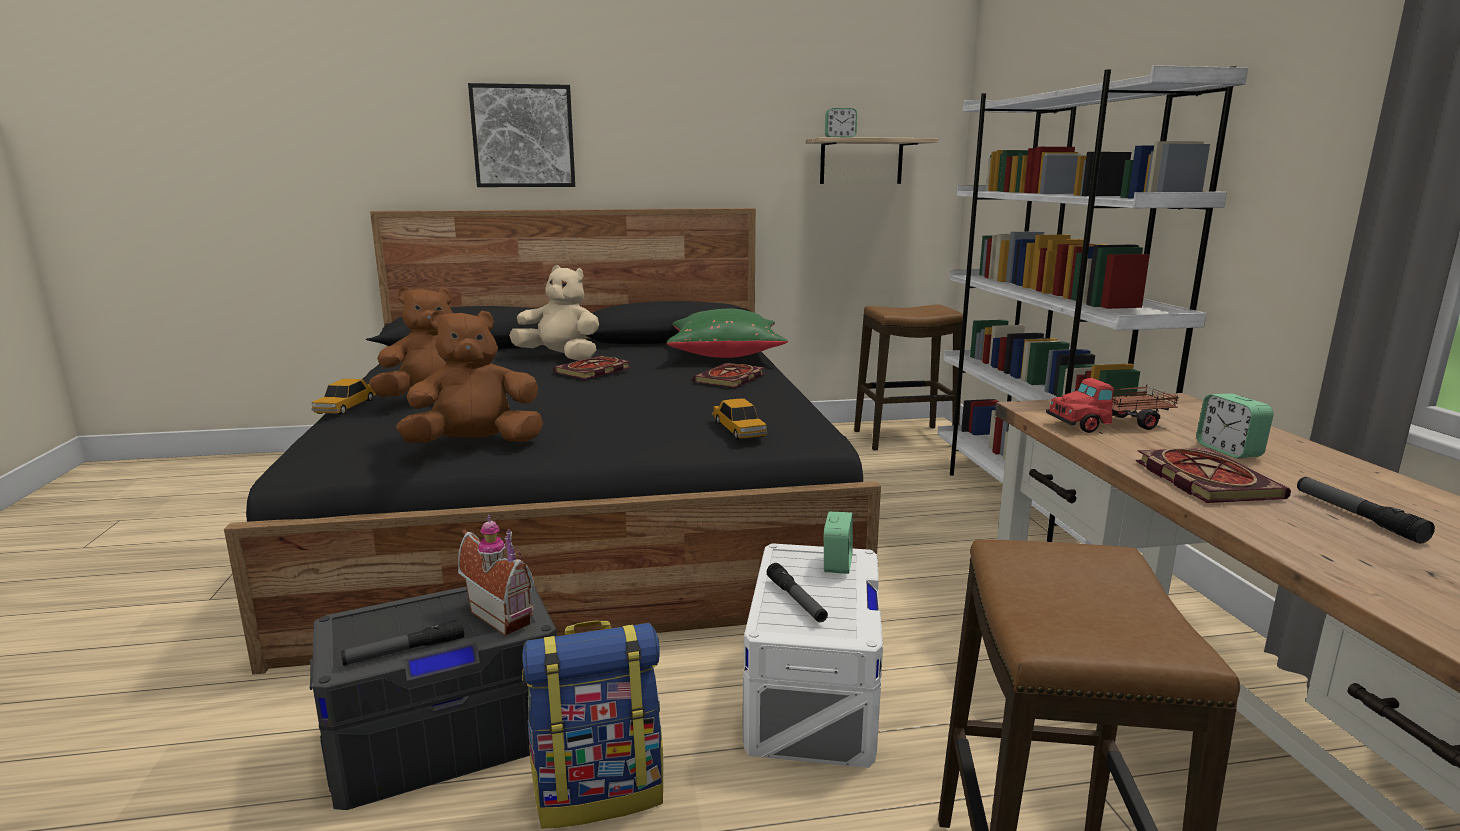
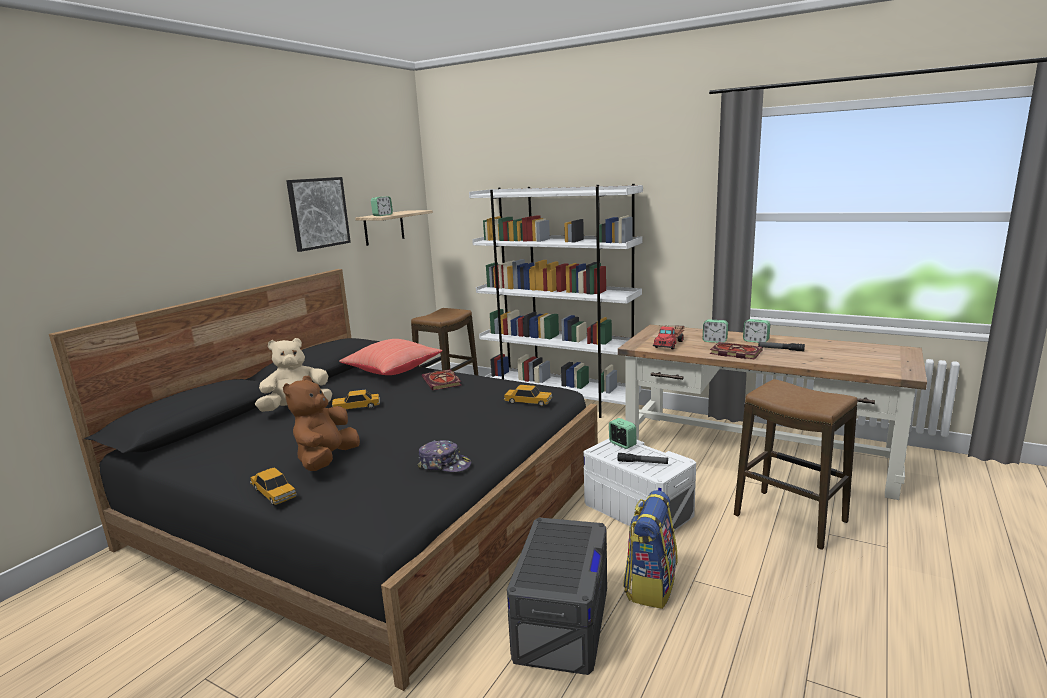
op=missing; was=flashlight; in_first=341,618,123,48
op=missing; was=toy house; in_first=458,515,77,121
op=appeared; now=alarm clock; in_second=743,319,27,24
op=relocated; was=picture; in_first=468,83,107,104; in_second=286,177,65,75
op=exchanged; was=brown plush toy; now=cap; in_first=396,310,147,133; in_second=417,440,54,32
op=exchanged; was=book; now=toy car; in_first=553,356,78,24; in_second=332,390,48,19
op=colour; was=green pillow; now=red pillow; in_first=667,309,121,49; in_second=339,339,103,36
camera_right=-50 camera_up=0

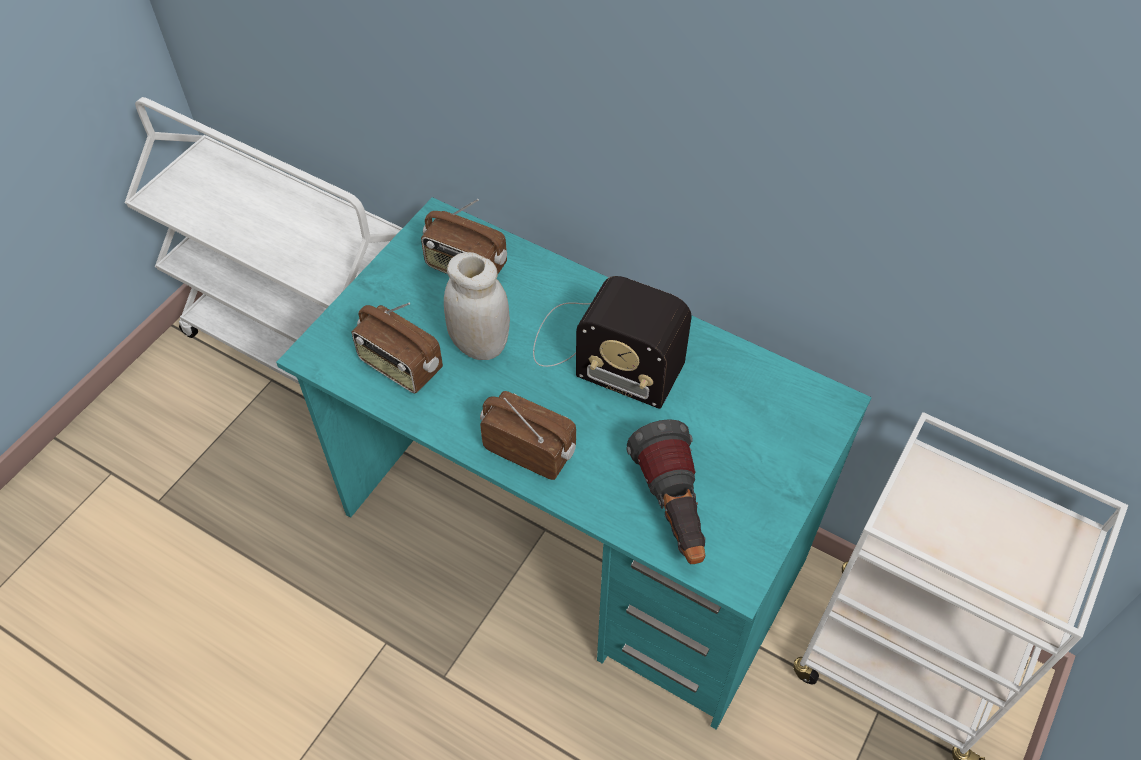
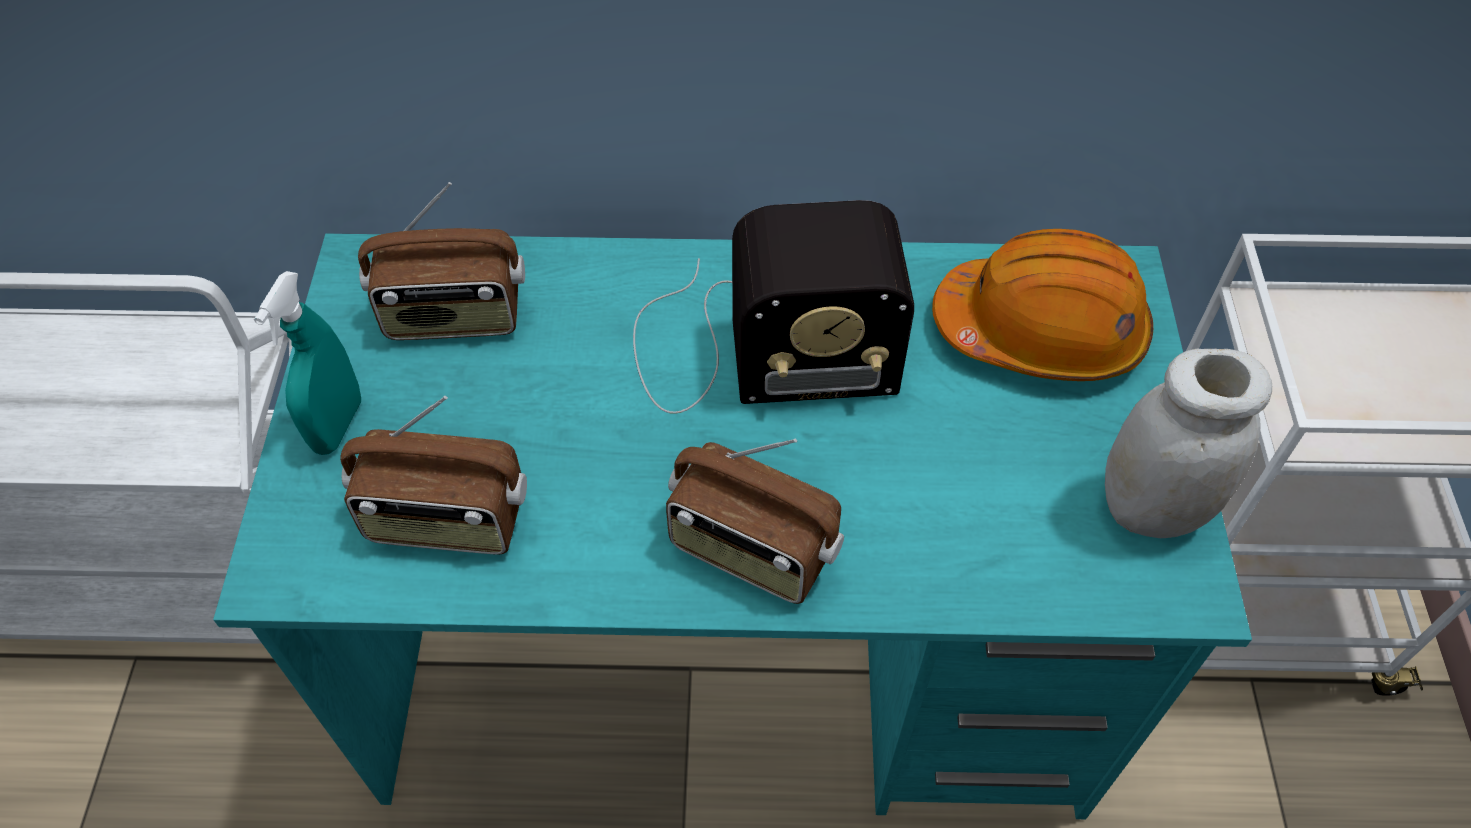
op=missing; was=flashlight; in_first=626,419,80,145
op=appeared; now=turquoise spray bottle; in_second=254,271,107,184
op=appeared; now=orange hard hat; in_second=932,229,221,152
op=relocated; was=white jar; in_first=444,252,66,108; in_second=1105,349,167,189
op=spun; was=radio; in_first=480,391,96,89; in_second=666,438,178,166; clockwise=-150
camera_right=-30 camera_up=0

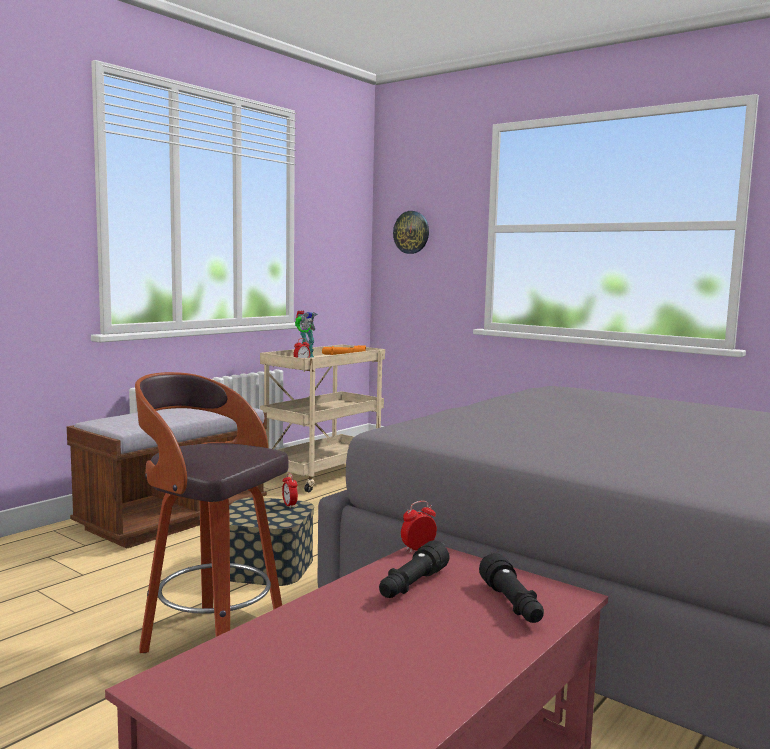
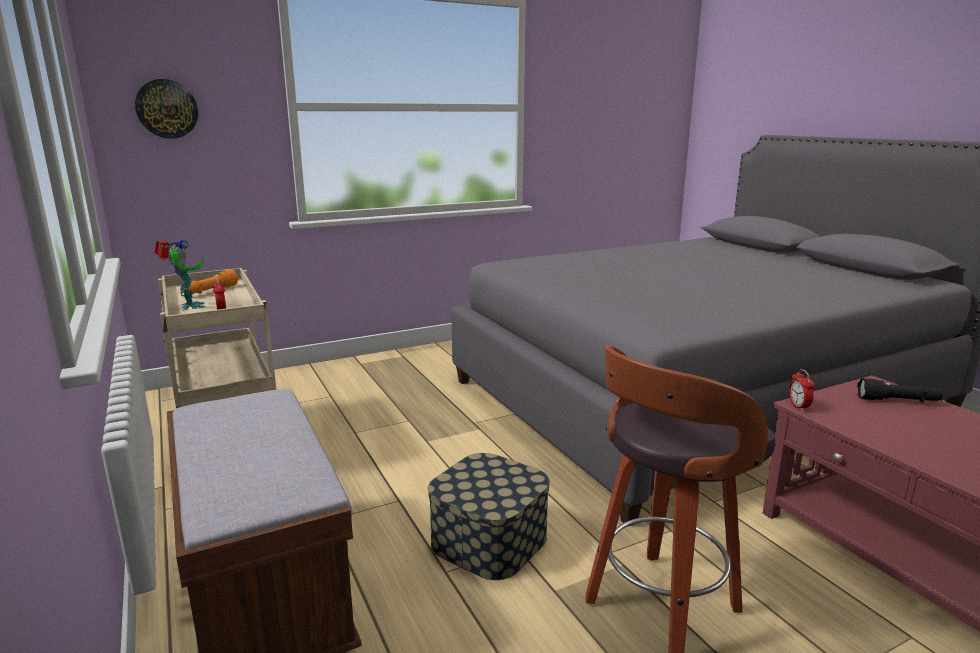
op=missing; was=alarm clock; in_first=282,473,16,35
op=missing; was=black flashlight; in_first=379,540,71,58
camera_right=-65 camera_up=10

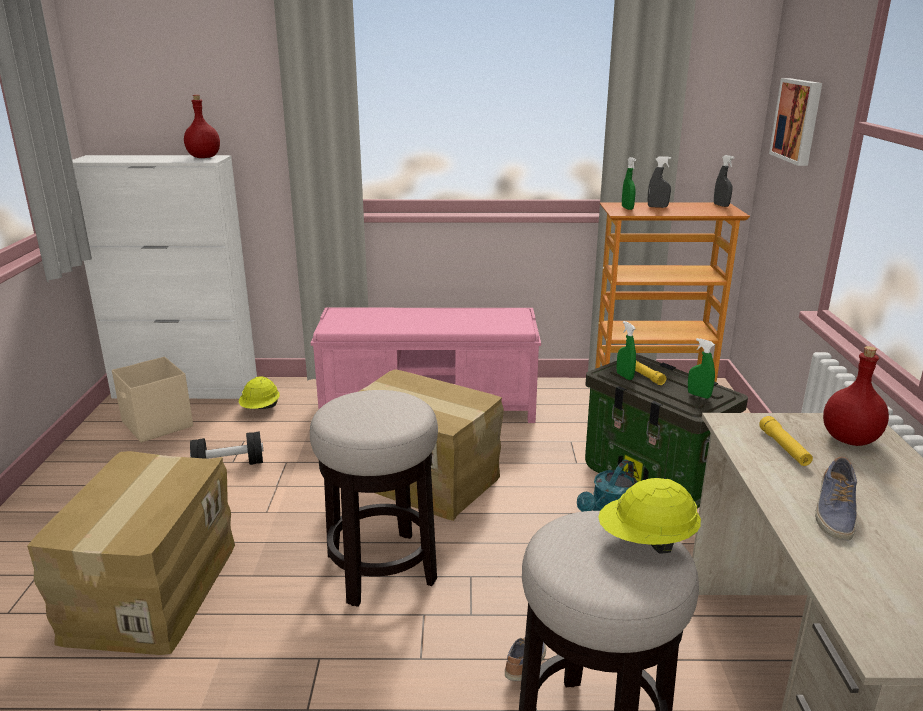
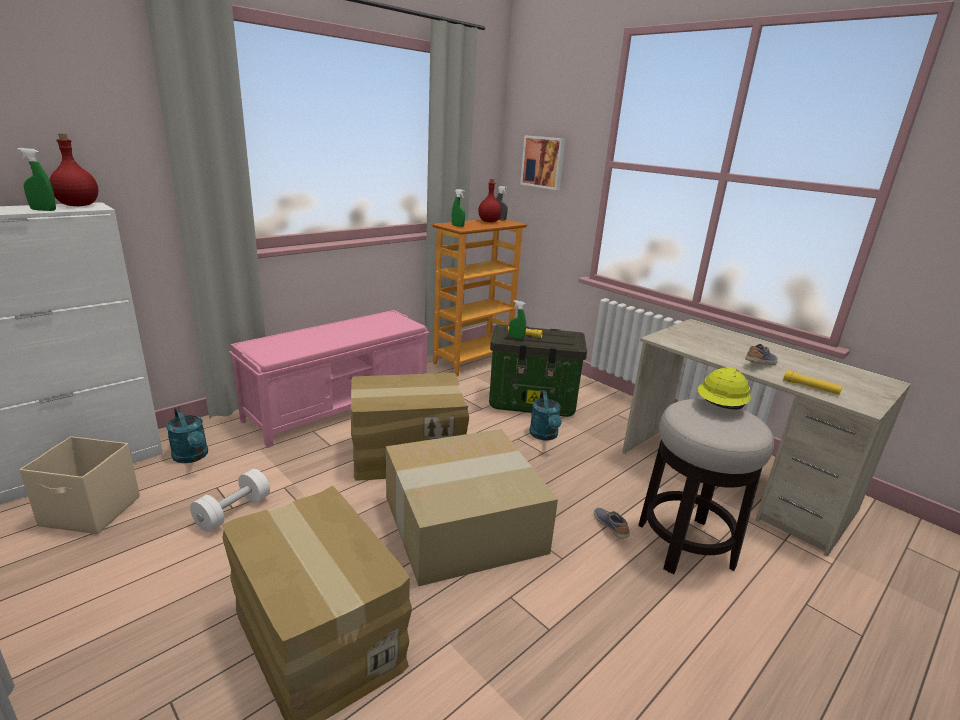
op=missing; was=grey spray bottle; in_first=648,156,23,52
op=relocated; was=green spray bottle; in_first=688,338,27,61; in_second=17,148,39,63
op=relocated; was=yellow flashlight; in_first=759,416,54,50; in_second=783,370,59,25
op=relocated; was=red bottle; in_first=823,346,66,100; in_second=478,179,24,43
op=exchanged; was=yellow hard hat; now=turquoise watering can; in_first=239,377,41,32; in_second=166,407,42,56
op=exchanged; was=stool; now=cardboard box; in_first=310,390,128,217; in_second=386,429,172,157
op=colour; was=black dumbbell; now=white dumbbell; in_first=190,431,73,34; in_second=190,469,80,63
op=spun; was=shoe; in_first=815,457,42,84; in_second=745,344,33,21; clockwise=-105
camera_right=-45 camera_up=0

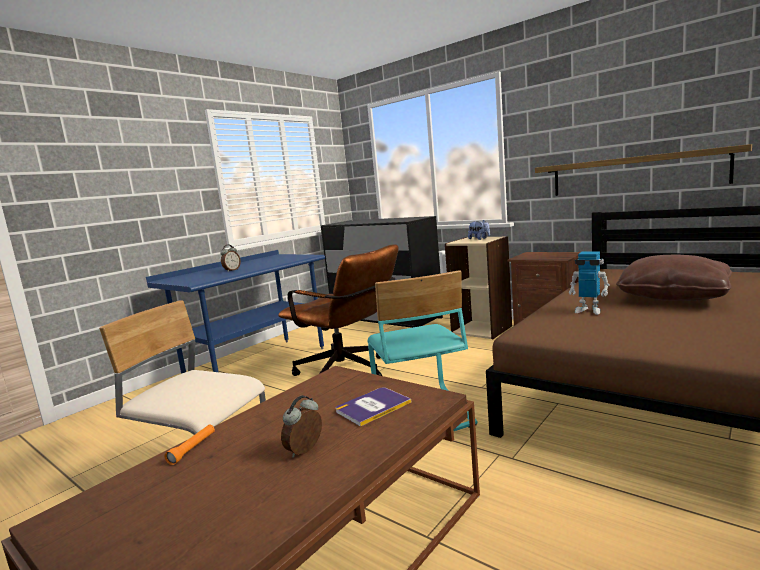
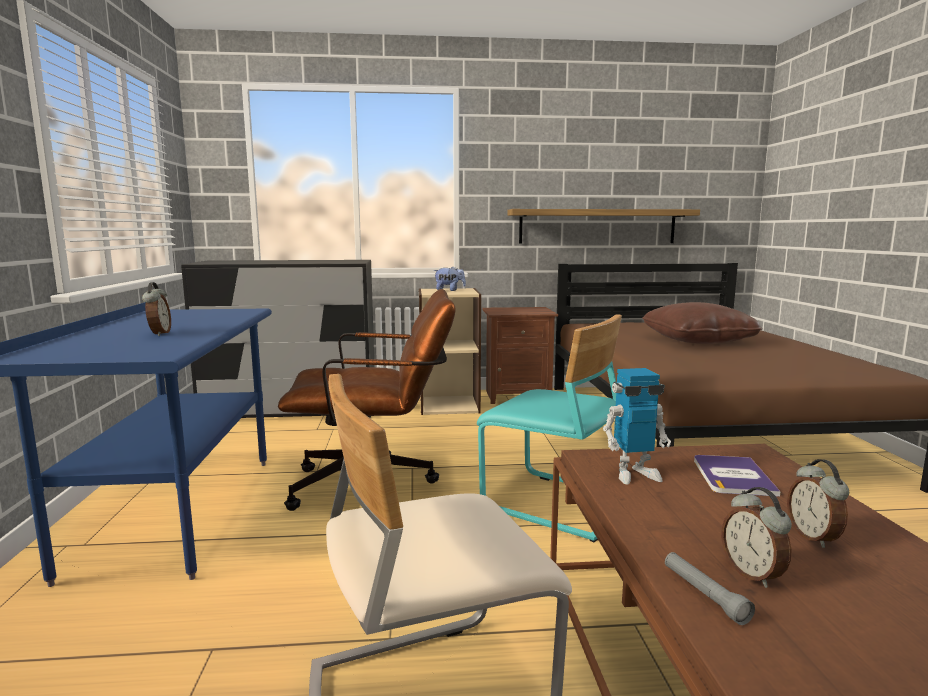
op=appeared; now=alarm clock; in_second=721,487,71,101
op=relocated; was=toy robot; in_first=569,251,41,64; in_second=603,368,68,117
op=colour; was=orange flashlight; now=grey flashlight; in_first=165,424,50,41; in_second=665,552,90,73
camera_right=-45 camera_up=0

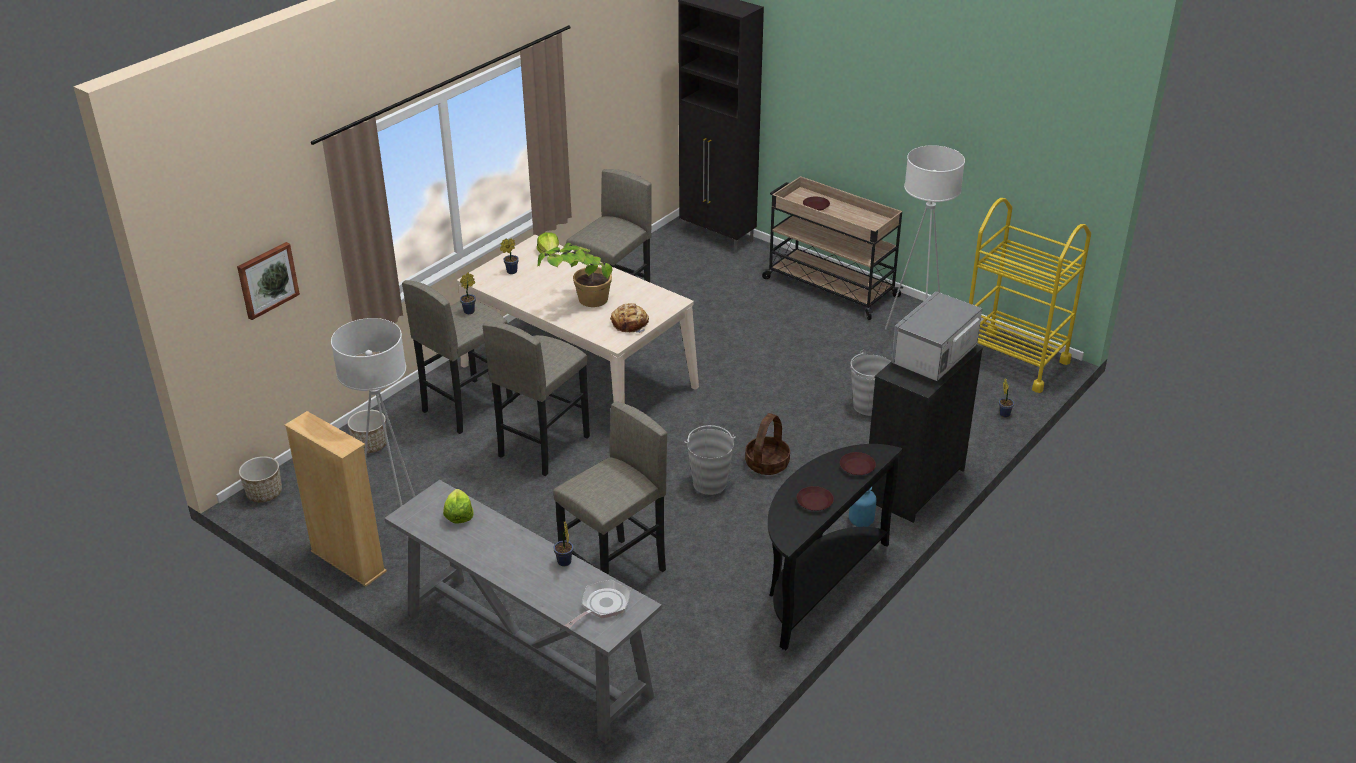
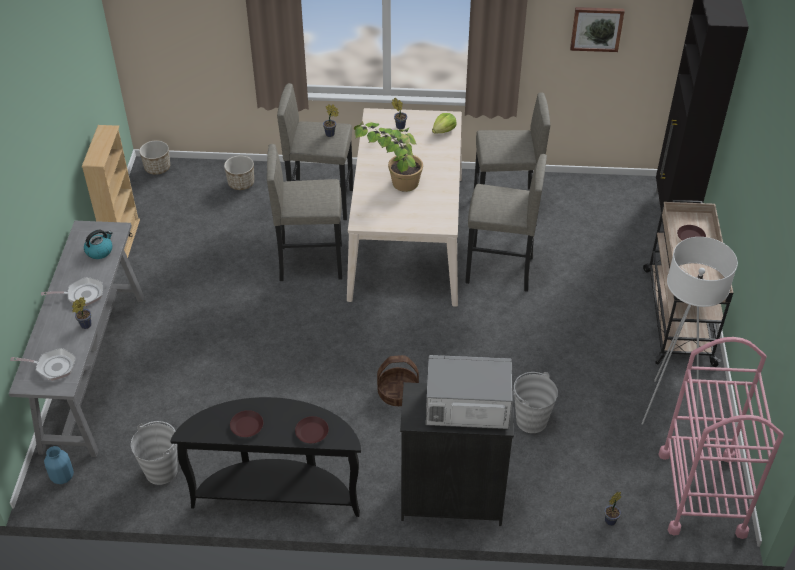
op=missing; was=white floor lamp; in_first=331,318,84,220
op=missing; was=bread; in_first=610,303,39,30
op=appeared; now=frying pan; in_second=41,277,62,29
op=relocated; was=picture; in_first=237,242,63,78; in_second=570,7,55,45
op=relocated; was=grey stool; in_first=553,402,114,173; in_second=465,154,82,138
op=relocated; was=grey bucket; in_first=684,425,52,70; in_second=131,421,47,64
op=relocated; was=blue vase; in_first=849,487,28,40; in_second=44,446,30,38
op=exchanged; was=lettuce; now=kettle; in_first=443,489,31,34; in_second=84,230,29,29
op=colour; was=yellow cart; now=pink cart; in_first=969,198,122,195; in_second=658,337,126,202
camera_right=55 camera_up=10

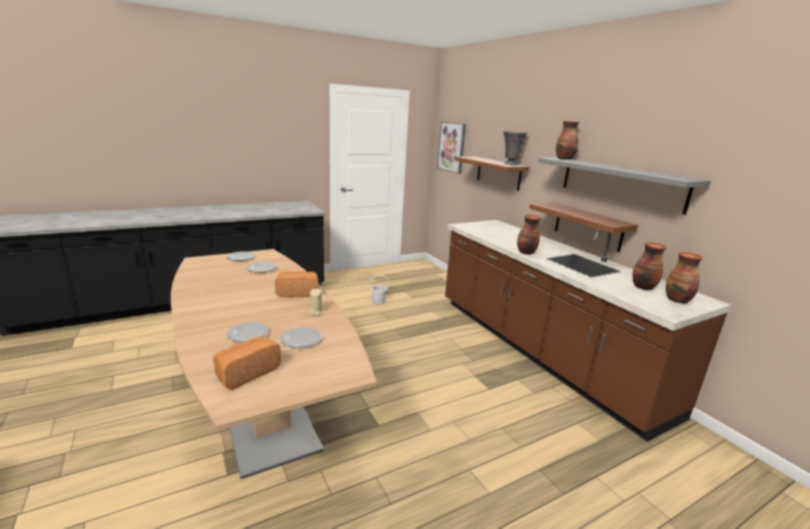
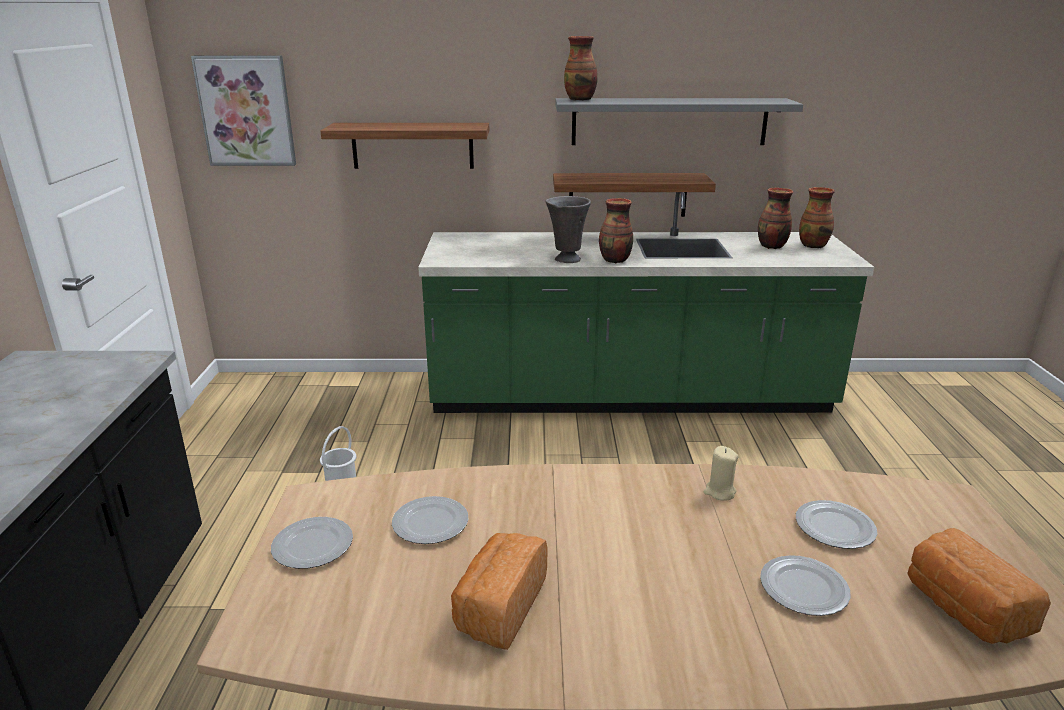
op=relocated; was=bread; in_first=275,271,44,26; in_second=451,533,96,117
op=relocated; was=grey vase; in_first=503,131,24,34; in_second=545,196,46,67
op=colour; was=brown counter; now=green counter; in_first=445,220,287,222; in_second=418,192,456,221
camera_right=-60 camera_up=5

